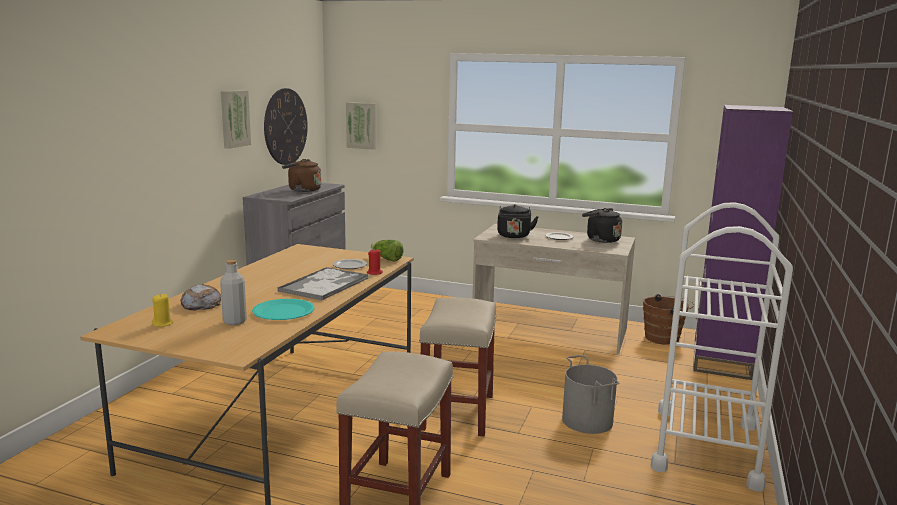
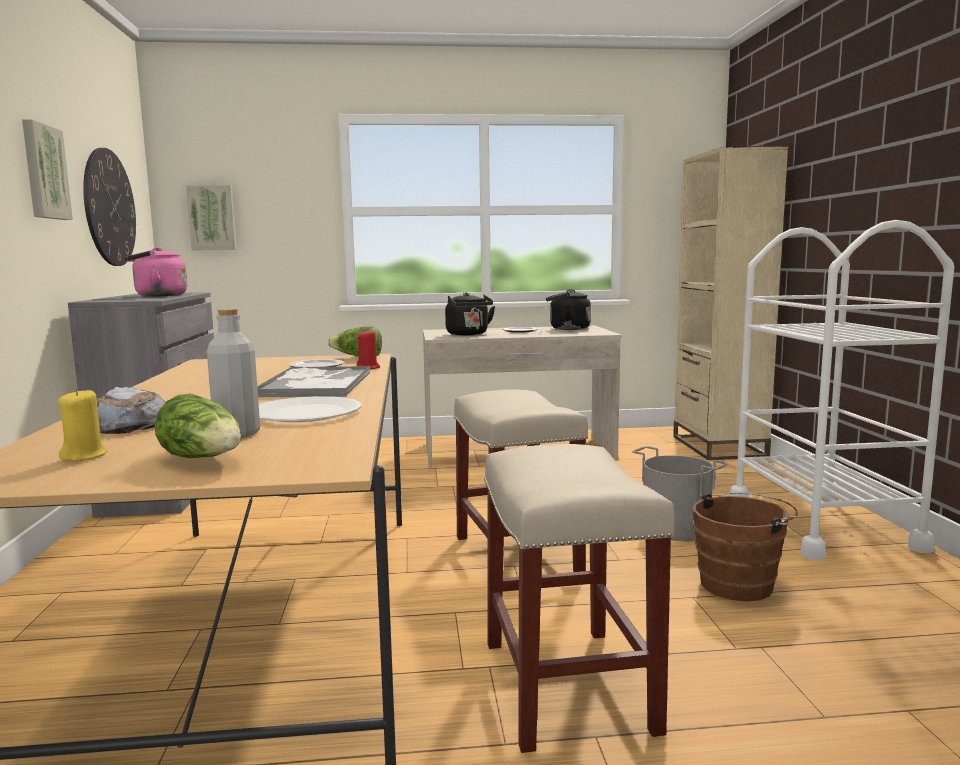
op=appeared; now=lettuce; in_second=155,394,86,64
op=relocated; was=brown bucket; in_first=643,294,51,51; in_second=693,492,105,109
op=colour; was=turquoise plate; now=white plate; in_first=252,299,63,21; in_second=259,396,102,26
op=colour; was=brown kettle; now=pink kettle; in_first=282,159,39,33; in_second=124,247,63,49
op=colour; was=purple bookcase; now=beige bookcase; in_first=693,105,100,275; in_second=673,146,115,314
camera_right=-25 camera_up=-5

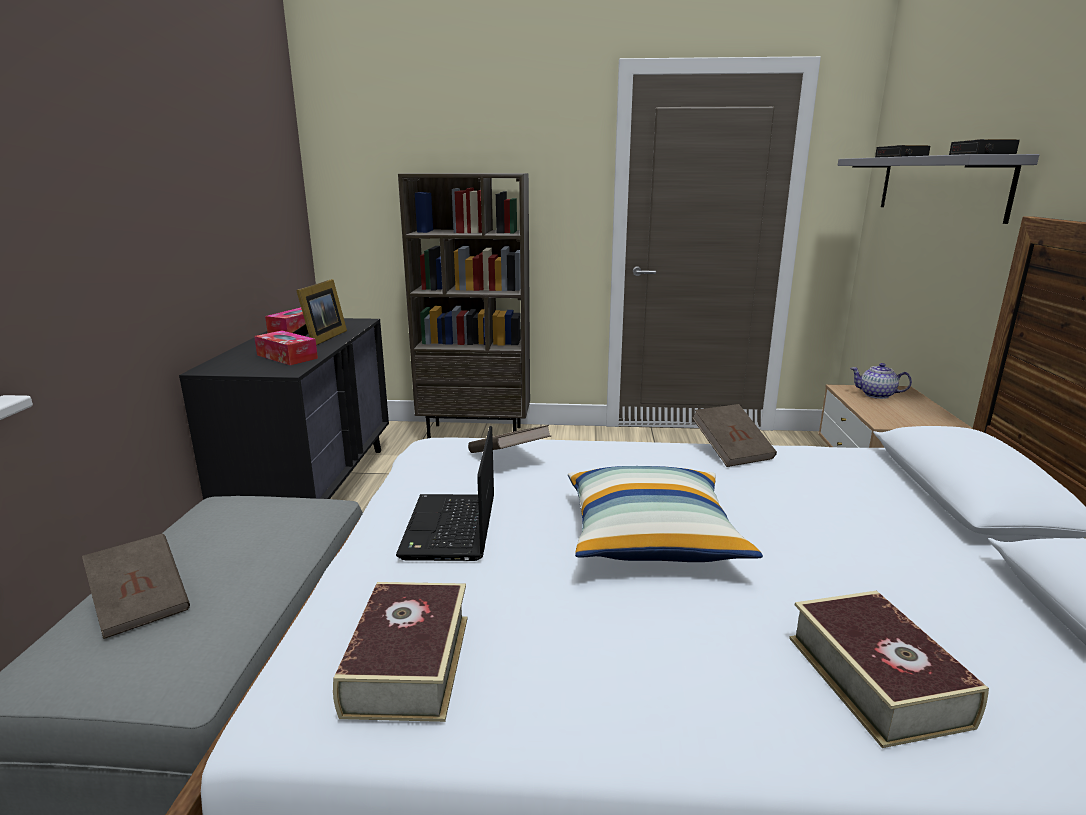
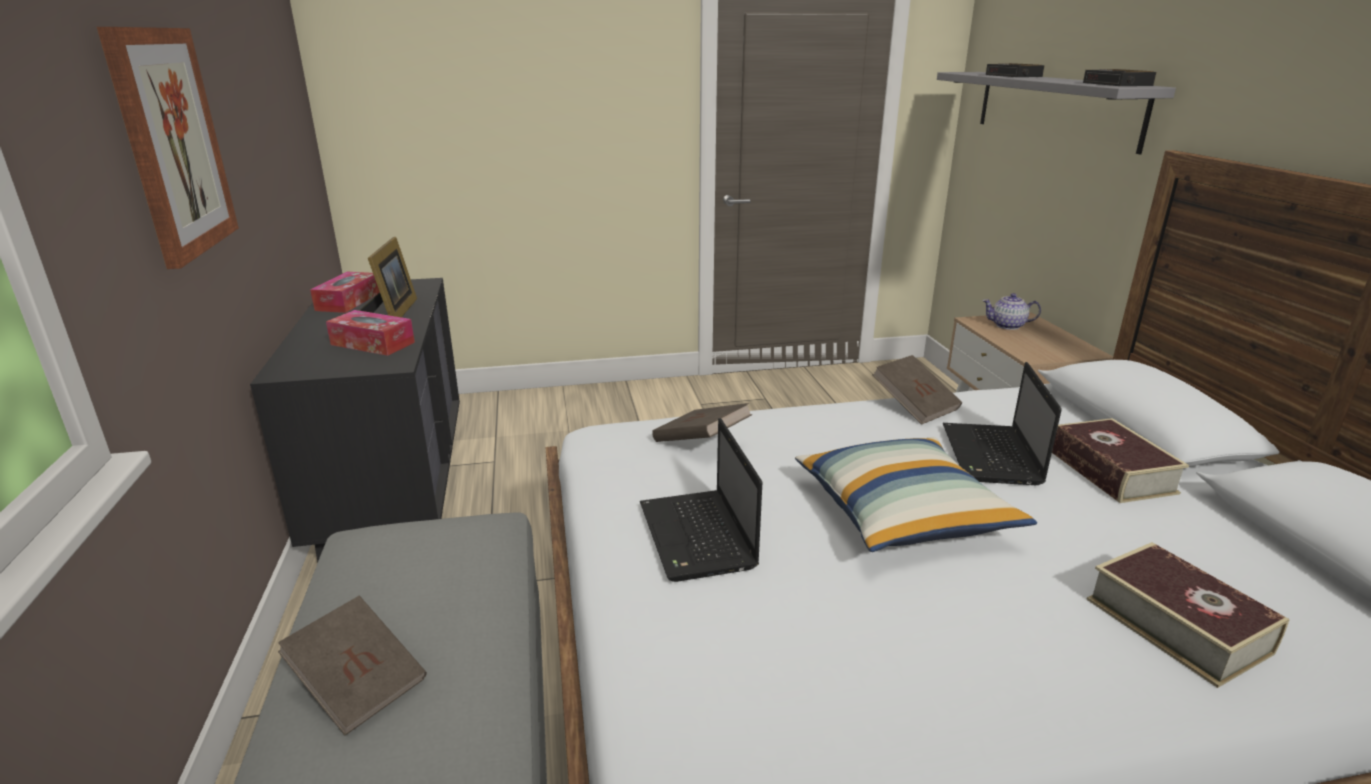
op=missing; was=brown bookcase; in_first=398,173,132,266
op=appeared; now=picture; in_second=97,27,142,242
op=appeared; now=laptop; in_second=943,362,119,123
op=relocated; was=book; in_first=333,582,134,140; in_second=1052,418,137,85
camera_right=-15 camera_up=5

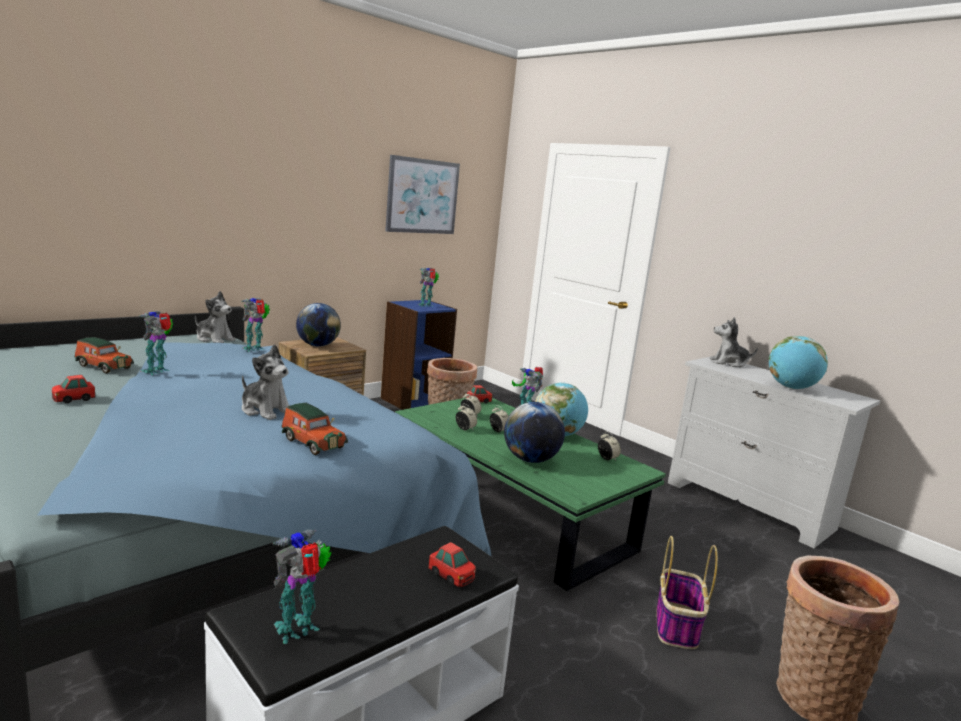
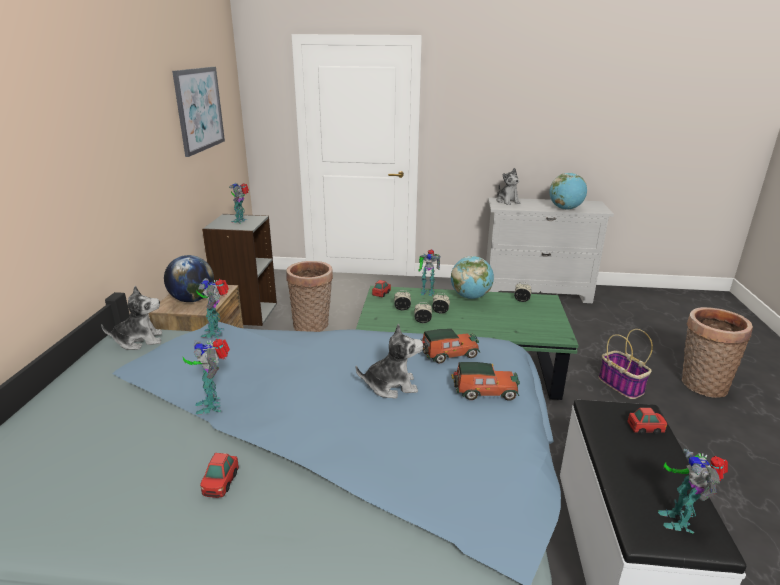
op=missing; was=globe; in_first=504,402,61,61
op=relocated; was=toy car; in_first=74,337,60,37; in_second=422,329,58,34
op=colour; was=blue bookcase; now=grey bookcase; in_first=381,300,76,110; in_second=202,214,75,112
op=spun; was=plush toy; in_first=710,317,48,50; in_second=496,168,25,37; clockwise=-75
camera_right=-40 camera_up=10

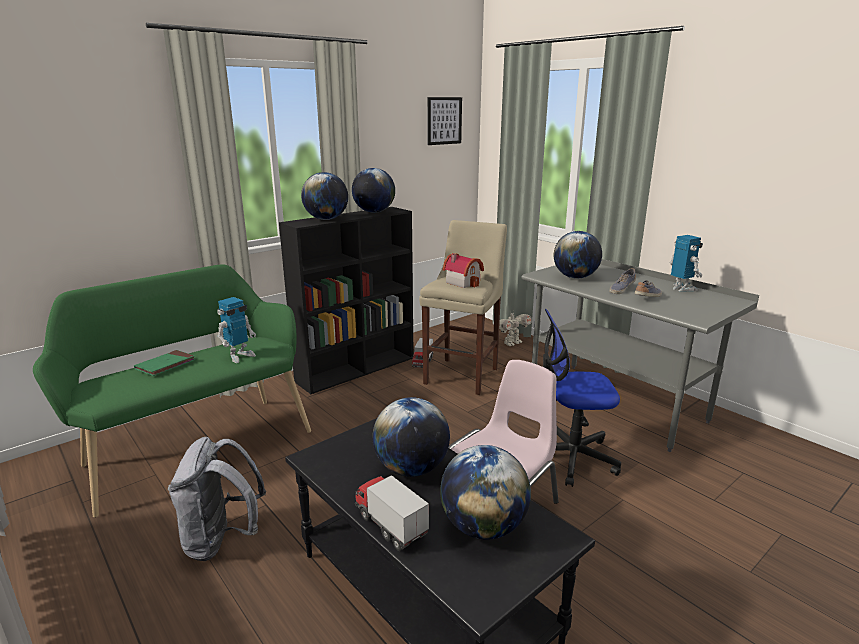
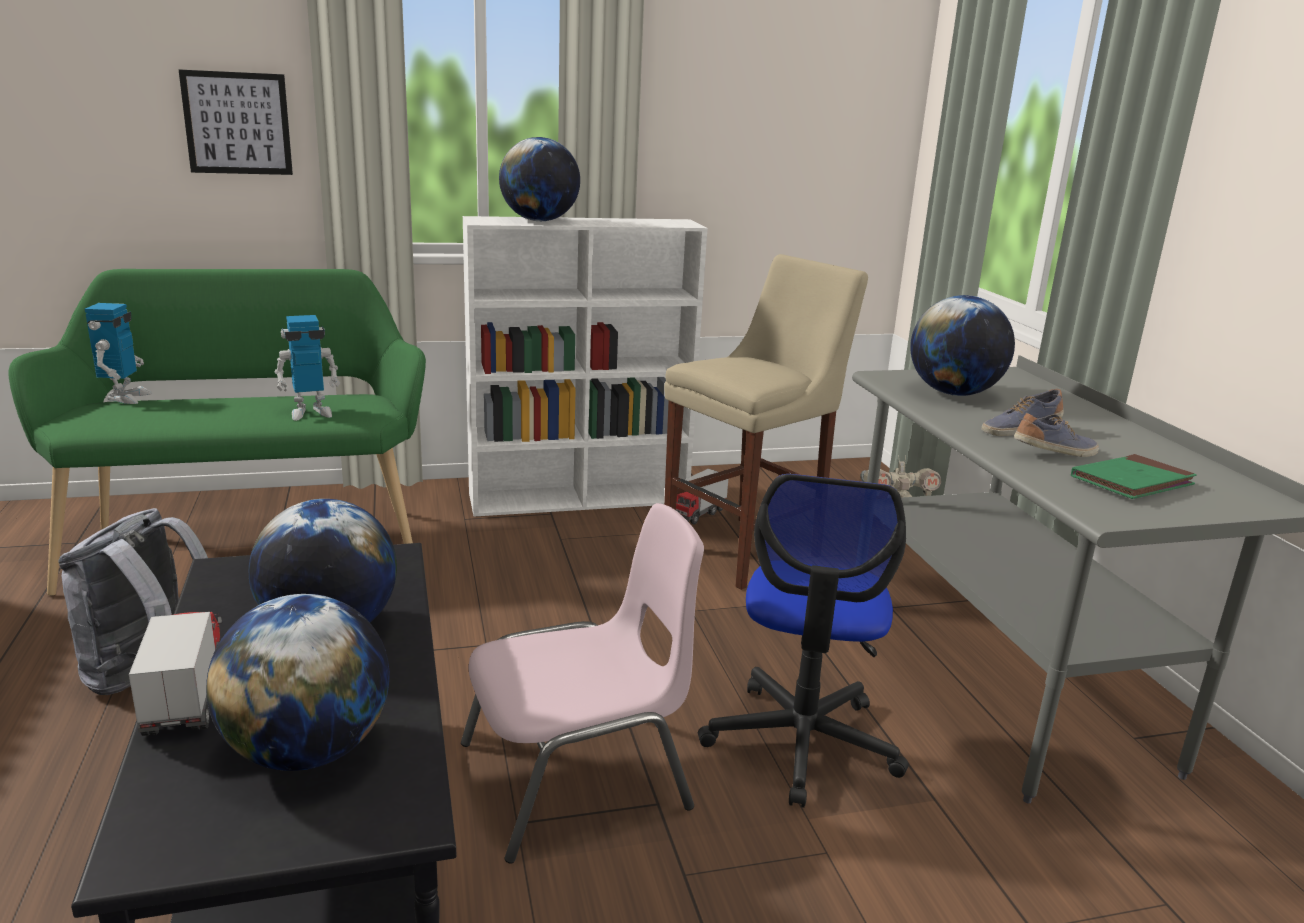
op=missing; was=globe; in_first=352,168,43,45
op=missing; was=toy house; in_first=443,253,41,35
op=relocated; was=green book; in_first=134,350,62,26; in_second=1071,454,126,45
op=relocated; was=picture; in_first=427,97,35,48; in_second=178,69,115,106
op=relocated; was=toy robot; in_first=670,235,33,57; in_second=85,303,67,101
op=colour; was=black bookcase; now=white bookcase; in_first=279,207,135,187; in_second=463,216,244,300
op=spun; was=office chair; in_first=543,309,78,178; in_second=698,474,211,334; clockwise=-105
camera_right=25 camera_up=0

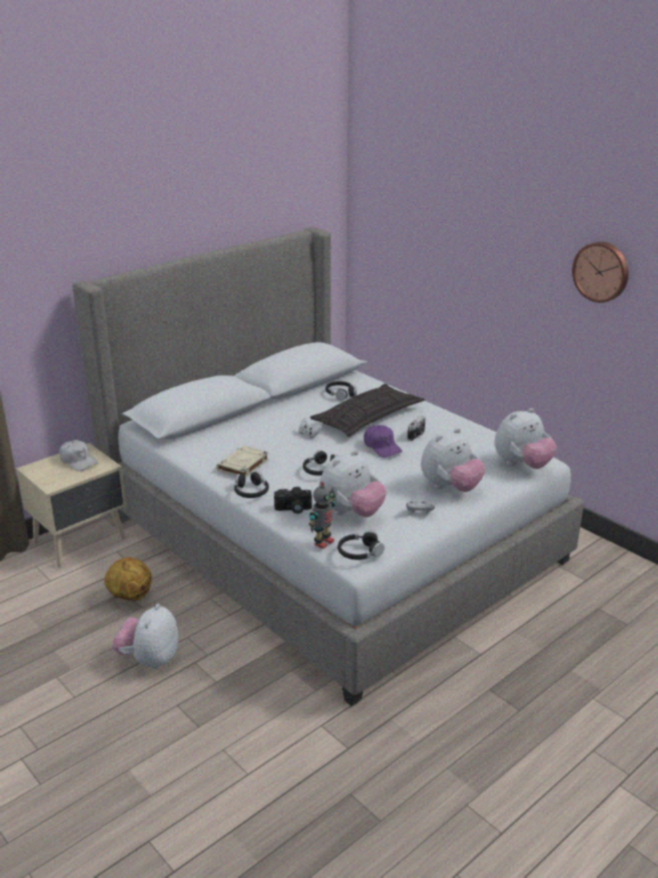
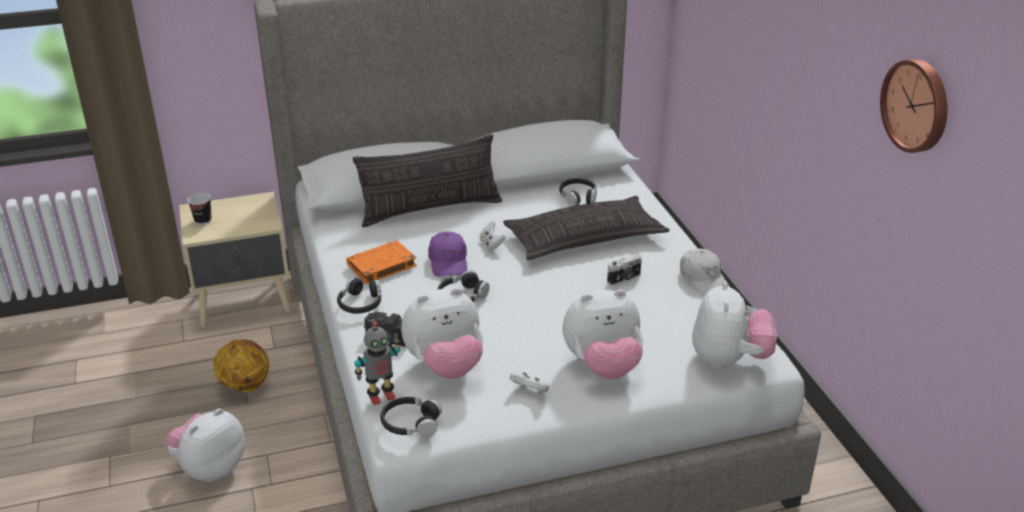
op=appeared; now=cup; in_second=187,193,24,31
op=appeared; now=pillow; in_second=353,134,149,93
op=relocated; was=white cap; in_first=59,440,39,31; in_second=680,249,50,46
op=relocated; was=purple cap; in_first=364,425,38,33; in_second=428,231,39,46
op=colour; was=beige book; now=orange book; in_first=216,445,53,32; in_second=346,240,71,44
op=spun; was=plush toy; in_first=494,408,63,61; in_second=692,281,85,88; clockwise=-75
camera_right=25 camera_up=5

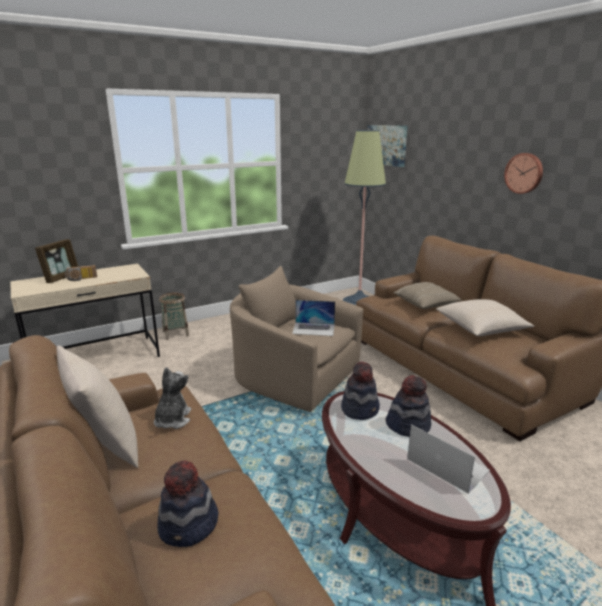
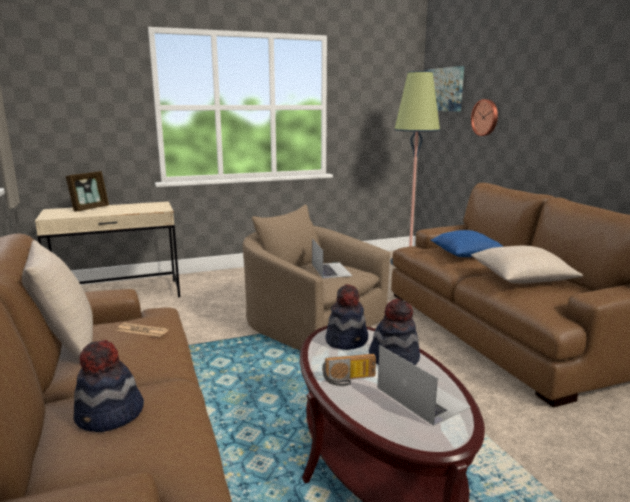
op=missing; was=basket; in_first=159,293,30,47
op=relocated; was=radio; in_first=65,265,32,16; in_second=322,354,54,32
op=relocated; was=wall clock; in_first=504,153,39,41; in_second=471,99,27,37
op=exchanged; was=plush toy; now=newspaper; in_first=154,367,37,62; in_second=116,323,52,14
op=colour; was=beige pillow; now=blue pillow; in_first=393,282,69,27; in_second=430,230,74,27
op=spun; was=laptop; in_first=292,300,43,36; in_second=312,239,40,40; clockwise=-120
camera_right=10 camera_up=-5

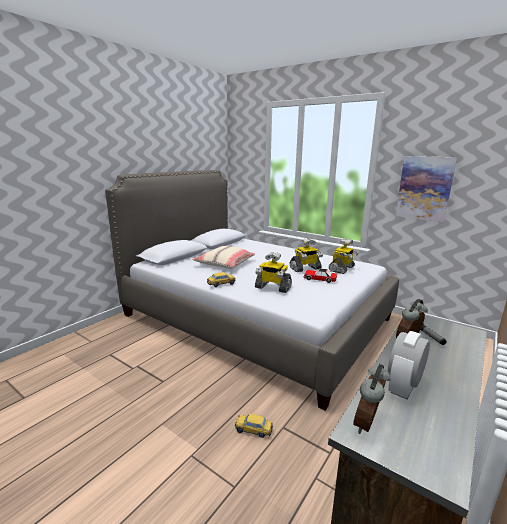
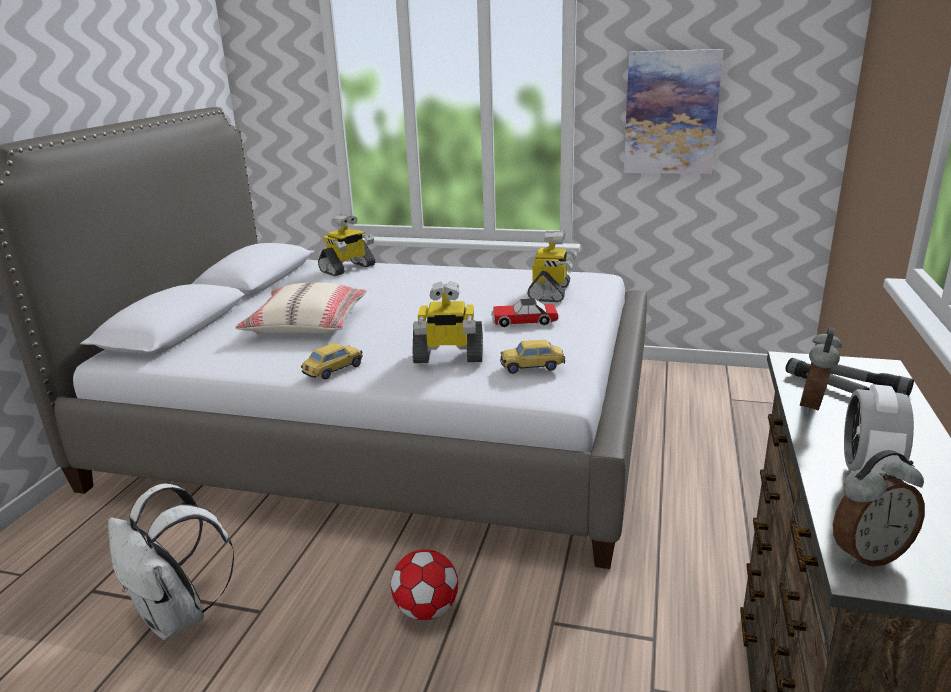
op=appeared; now=white backpack; in_second=108,484,127,156
op=appeared; now=football; in_second=391,549,67,71
op=appeared; now=flashlight; in_second=830,364,84,31
op=relocated; was=toy car; in_first=235,414,38,24; in_second=500,340,65,34
op=relocated; was=toy robot; in_first=290,238,33,34; in_second=318,214,58,62
op=spun; was=alarm clock; in_first=353,364,38,70; in_second=833,450,92,117; clockwise=-120
camera_right=-20 camera_up=5

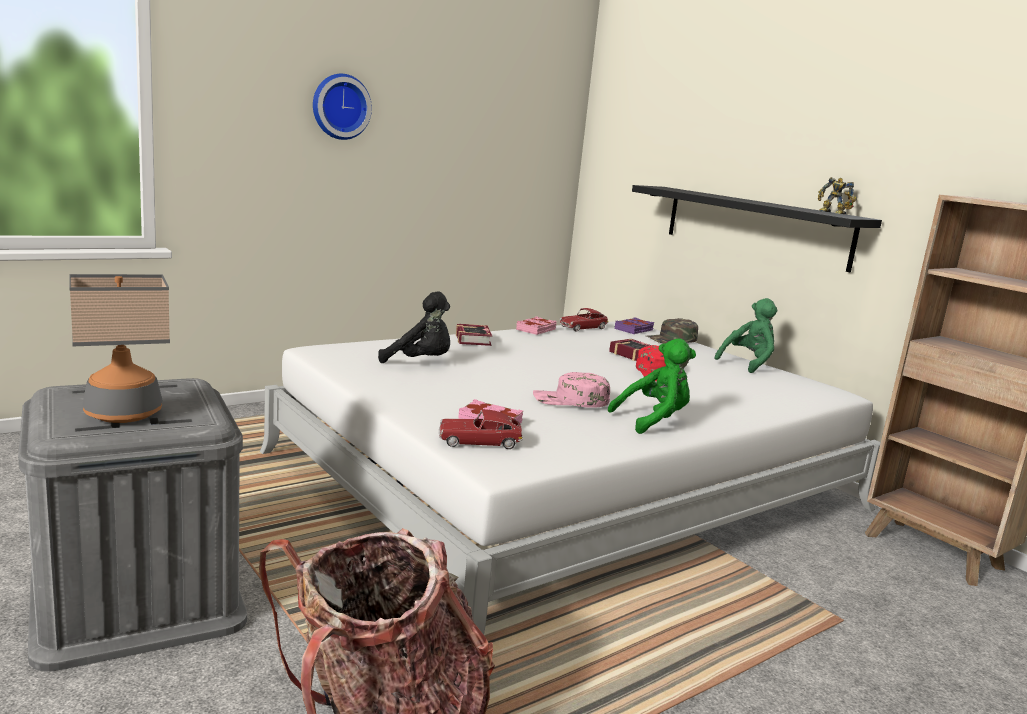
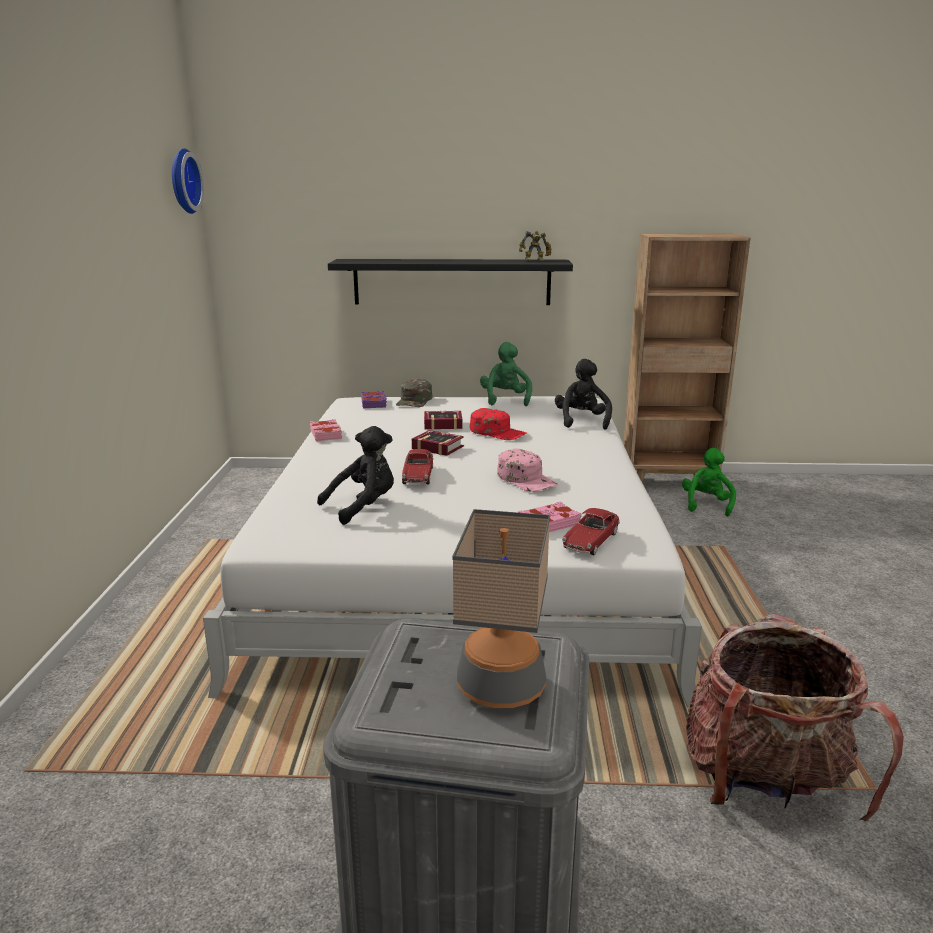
op=appeared; now=black plush toy; in_second=555,359,57,71
op=relocated; was=wall clock; in_first=313,74,59,66; in_second=172,148,32,66
op=relocated; was=book; in_first=456,324,36,22; in_second=412,430,52,26
op=relocated; was=toy car; in_first=560,308,48,23; in_second=402,449,31,35
op=relocated; was=green plush toy; in_first=608,338,88,96; in_second=682,448,54,68
op=spun; was=pink cap; in_first=533,372,77,36; in_second=497,448,61,44; clockwise=-75
camera_right=-50 camera_up=5

